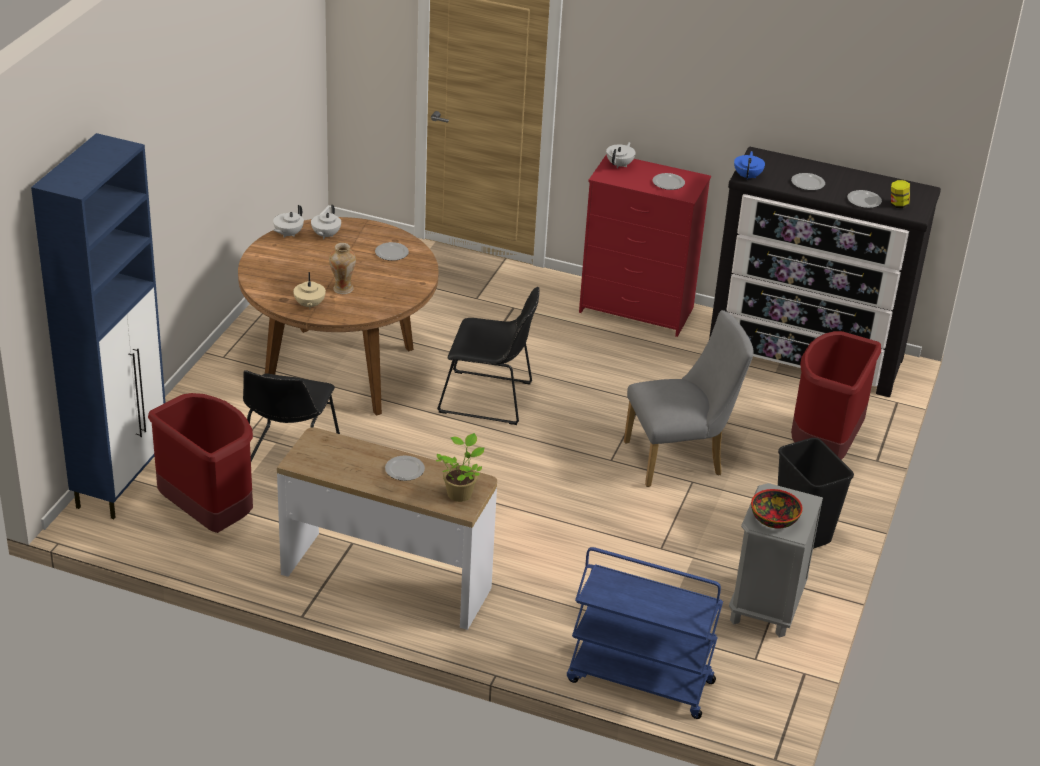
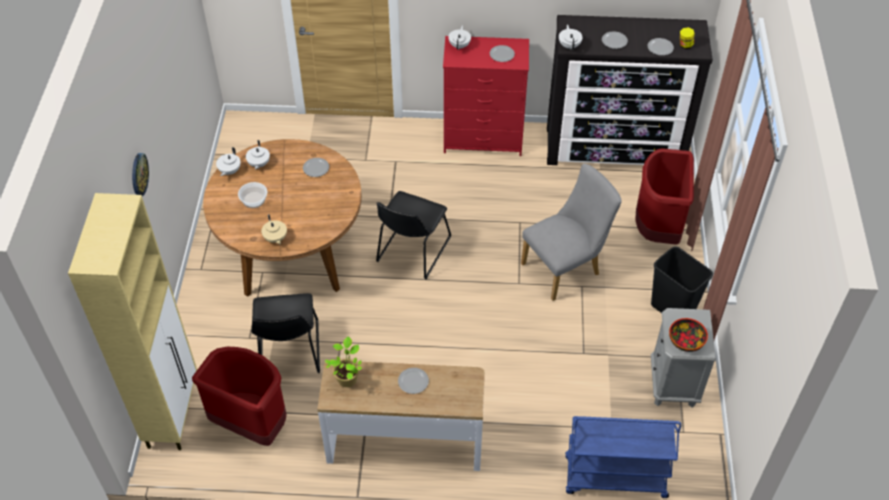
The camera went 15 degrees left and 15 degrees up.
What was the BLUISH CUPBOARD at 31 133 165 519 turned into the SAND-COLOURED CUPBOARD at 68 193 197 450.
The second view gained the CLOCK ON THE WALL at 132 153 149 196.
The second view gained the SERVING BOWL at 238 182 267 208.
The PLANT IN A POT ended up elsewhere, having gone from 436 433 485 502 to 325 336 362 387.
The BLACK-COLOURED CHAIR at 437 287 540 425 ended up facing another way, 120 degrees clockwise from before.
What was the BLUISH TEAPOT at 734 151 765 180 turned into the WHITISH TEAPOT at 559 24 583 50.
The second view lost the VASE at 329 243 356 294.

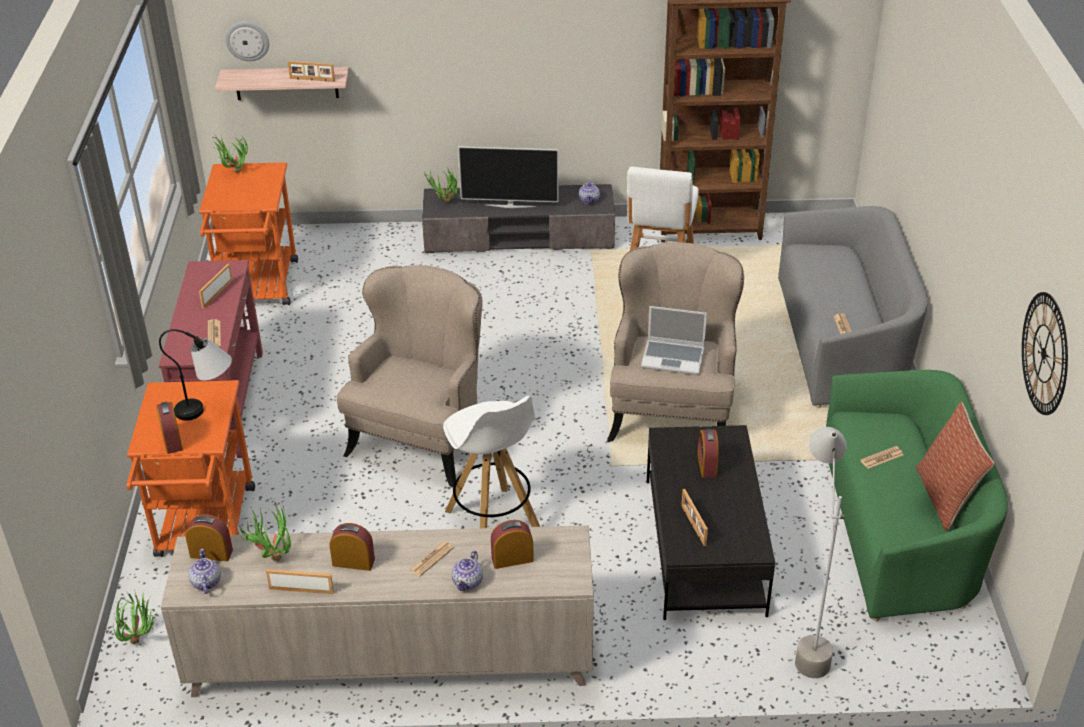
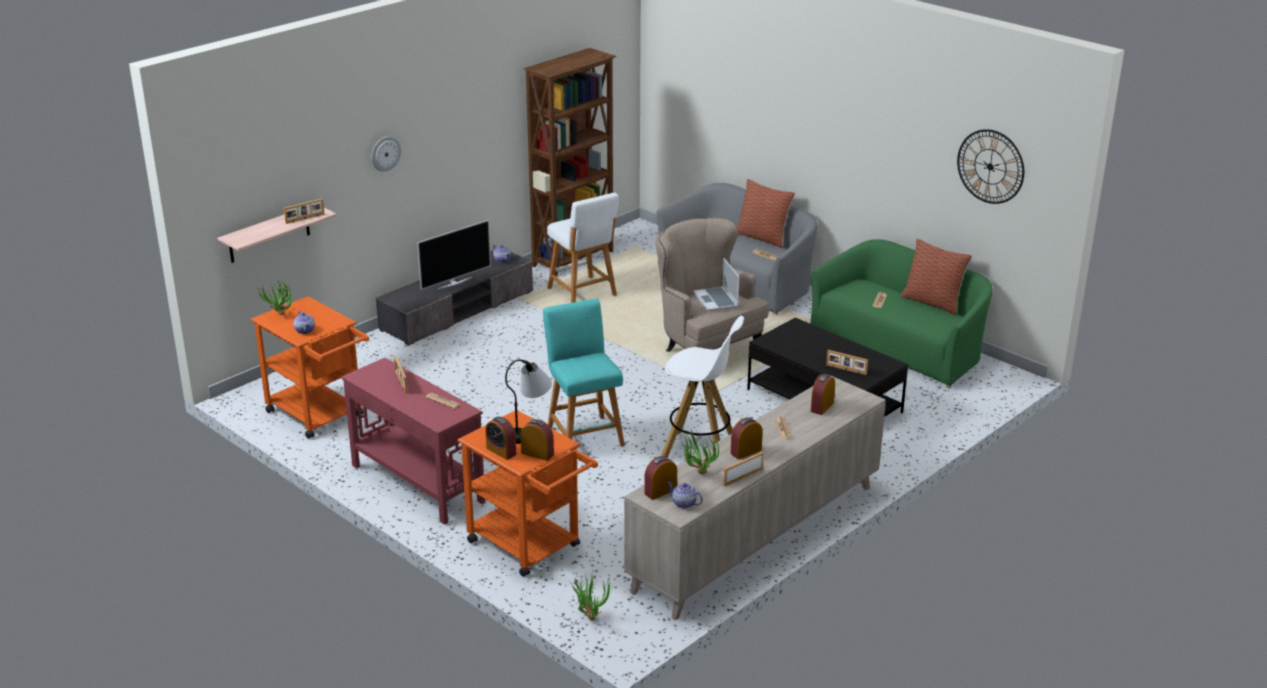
The camera went 45 degrees left and 10 degrees down.
The TEAPOT ended up elsewhere, having gone from 452 551 483 591 to 294 311 315 334.
The CLOCK ON THE WALL ended up elsewhere, having gone from 225 22 269 61 to 372 136 401 172.
The TABLE CLOCK ended up elsewhere, having gone from 697 429 719 478 to 486 417 516 460.
Where the SAND-COLOURED ARMCHAIR stood at 337 265 482 487, the TURQUOISE-COLOURED STOOL came to stand at 543 299 625 447.
The PORTABLE COMPUTER at 641 306 707 375 ended up facing another way, 105 degrees clockwise from before.
The second view gained the PILLOW at 737 179 795 248.
The second view lost the PLANT IN A POT at 424 167 457 203.
The second view lost the GRAY FLOOR LAMP at 795 427 847 678.

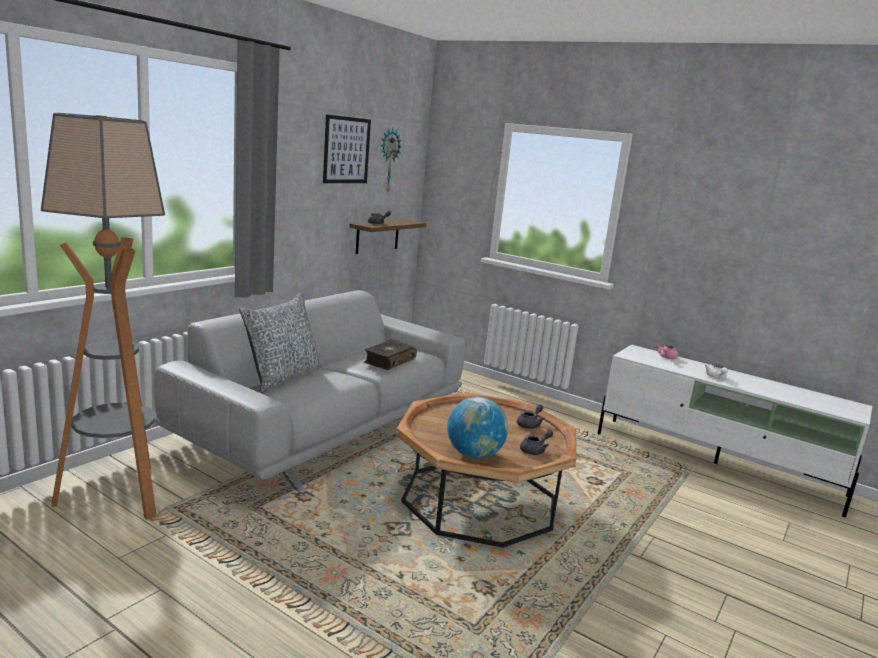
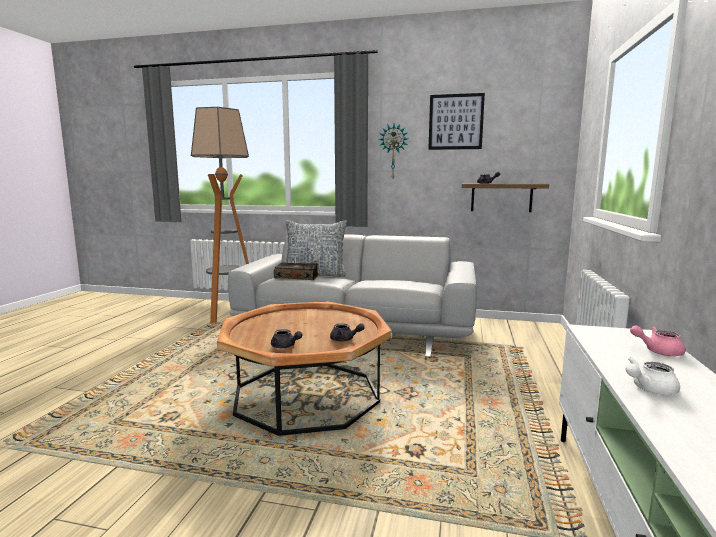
The camera went 70 degrees right and 5 degrees down.
The BOUND BOOK ended up elsewhere, having gone from 363 339 417 370 to 274 262 319 280.
The CLOCK ON THE WALL ended up elsewhere, having gone from 380 128 402 191 to 379 124 408 178.
The second view lost the DESK GLOBE at 447 397 508 459.

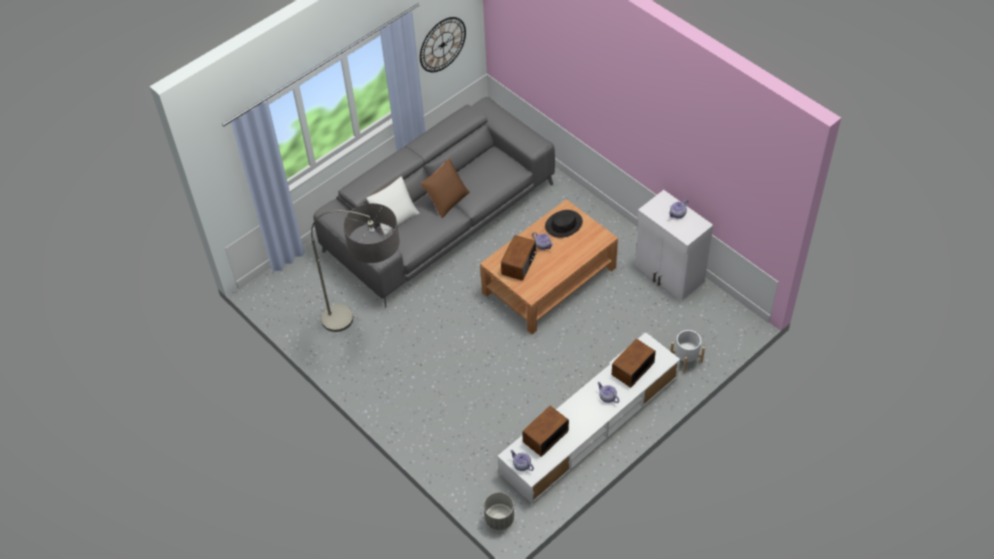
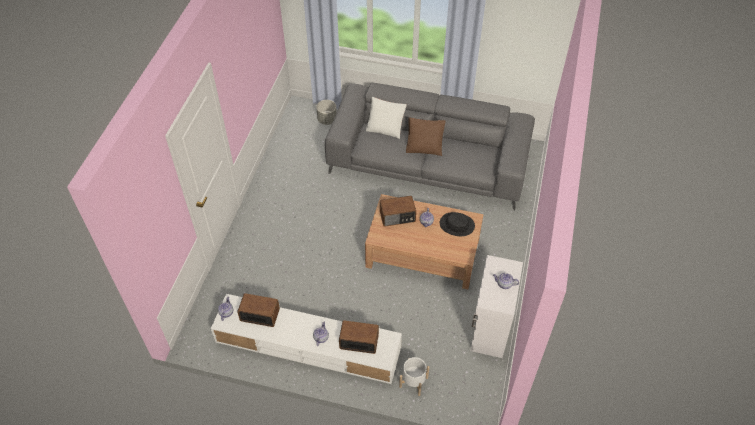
The camera went 55 degrees right and 0 degrees up.
The GRAY FLOWER POT ended up elsewhere, having gone from 484 492 514 530 to 316 100 337 125.
The second view lost the FLOOR LAMP at 311 203 400 332.
The second view lost the CLOCK ON THE WALL at 420 17 466 72.

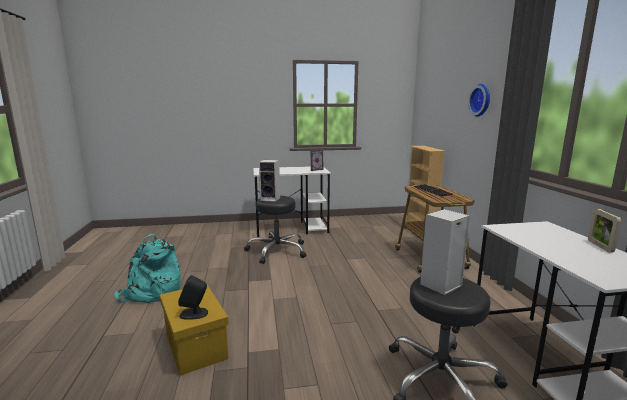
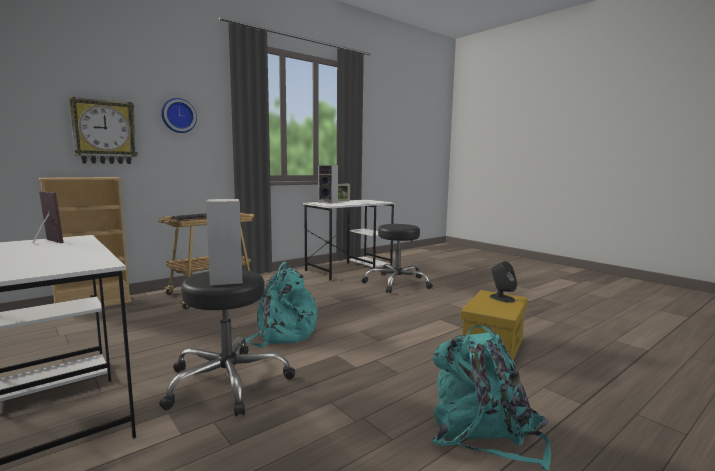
The camera went 120 degrees left and 5 degrees down.
The second view gained the CLOCK ON THE WALL at 69 97 138 164.
The second view gained the TURQUOISE-COLOURED BACKPACK at 245 261 317 347.
The SPEAKER ended up elsewhere, having gone from 420 209 470 295 to 318 165 338 203.

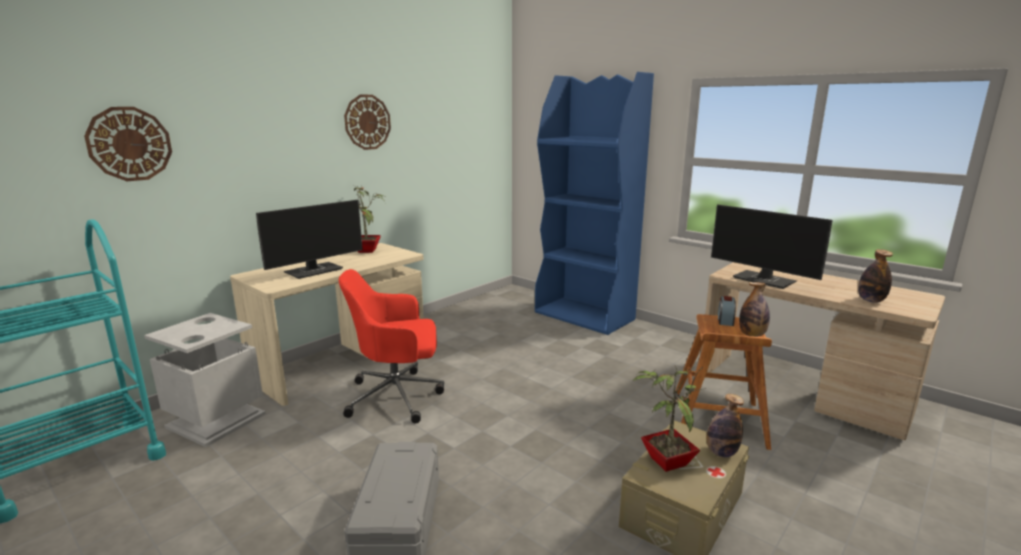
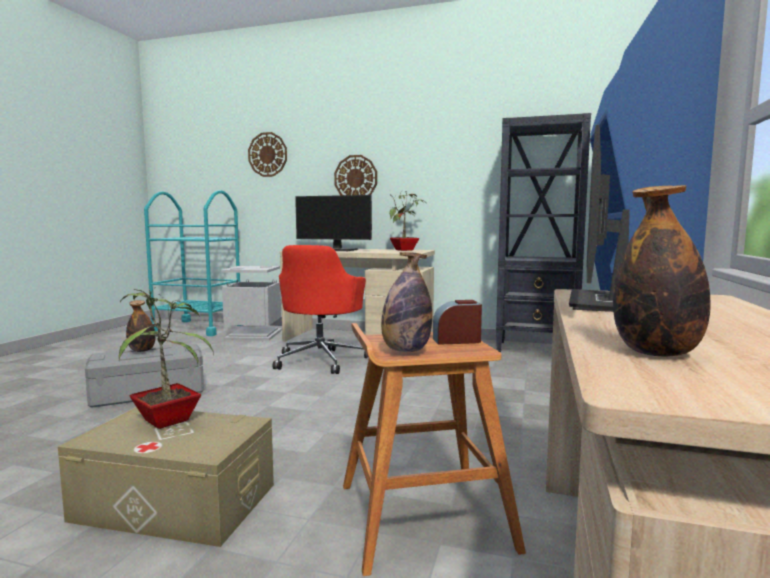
The camera went 65 degrees right and 10 degrees down.
The BEVERAGE BOTTLE ended up elsewhere, having gone from 707 394 744 457 to 126 300 155 352.
The RED OFFICE CHAIR at 339 269 444 423 ended up facing another way, 135 degrees counterclockwise from before.
The CLOCK ON THE WALL ended up elsewhere, having gone from 344 95 391 150 to 334 155 377 195.
The second view gained the BLACK-COLOURED BOOKCASE at 496 113 591 353.

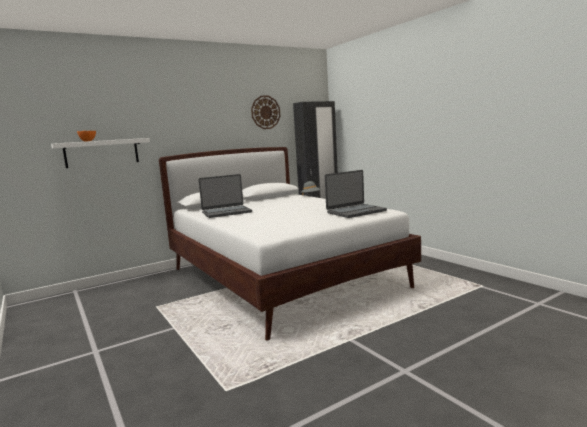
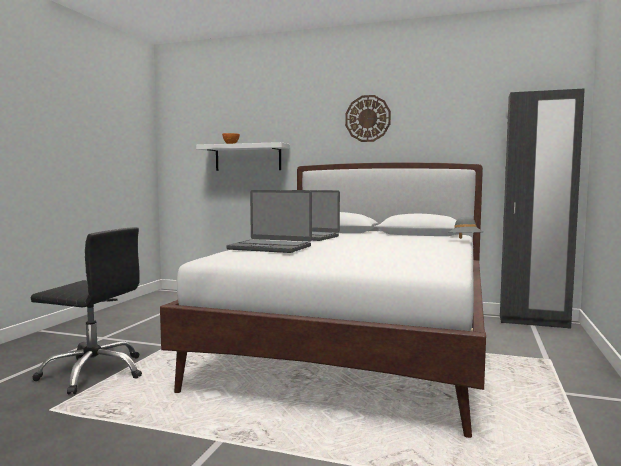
The camera went 50 degrees right and 5 degrees down.
The second view gained the BLACK-COLOURED OFFICE CHAIR at 31 227 142 395.
The PORTABLE COMPUTER ended up elsewhere, having gone from 325 170 387 218 to 226 190 312 253.
The CLOCK ON THE WALL ended up elsewhere, having gone from 251 96 280 129 to 345 95 391 142.

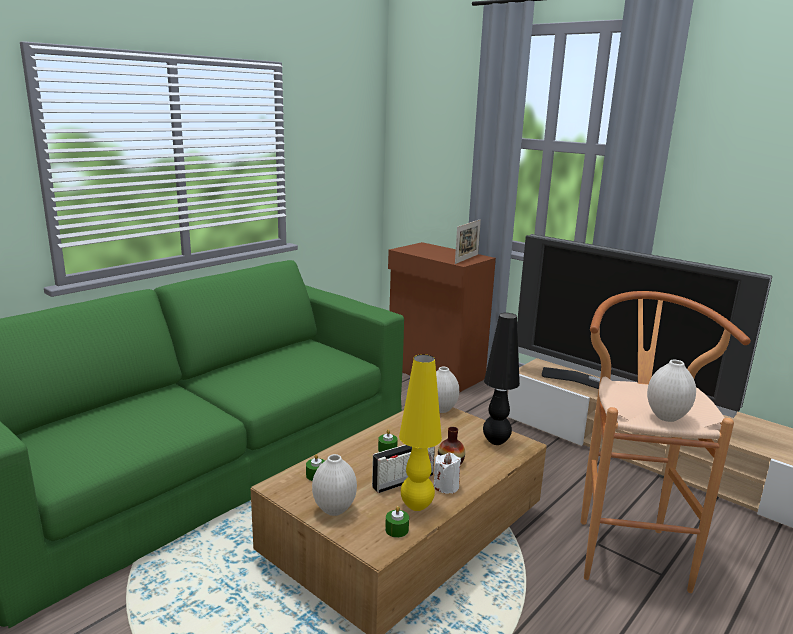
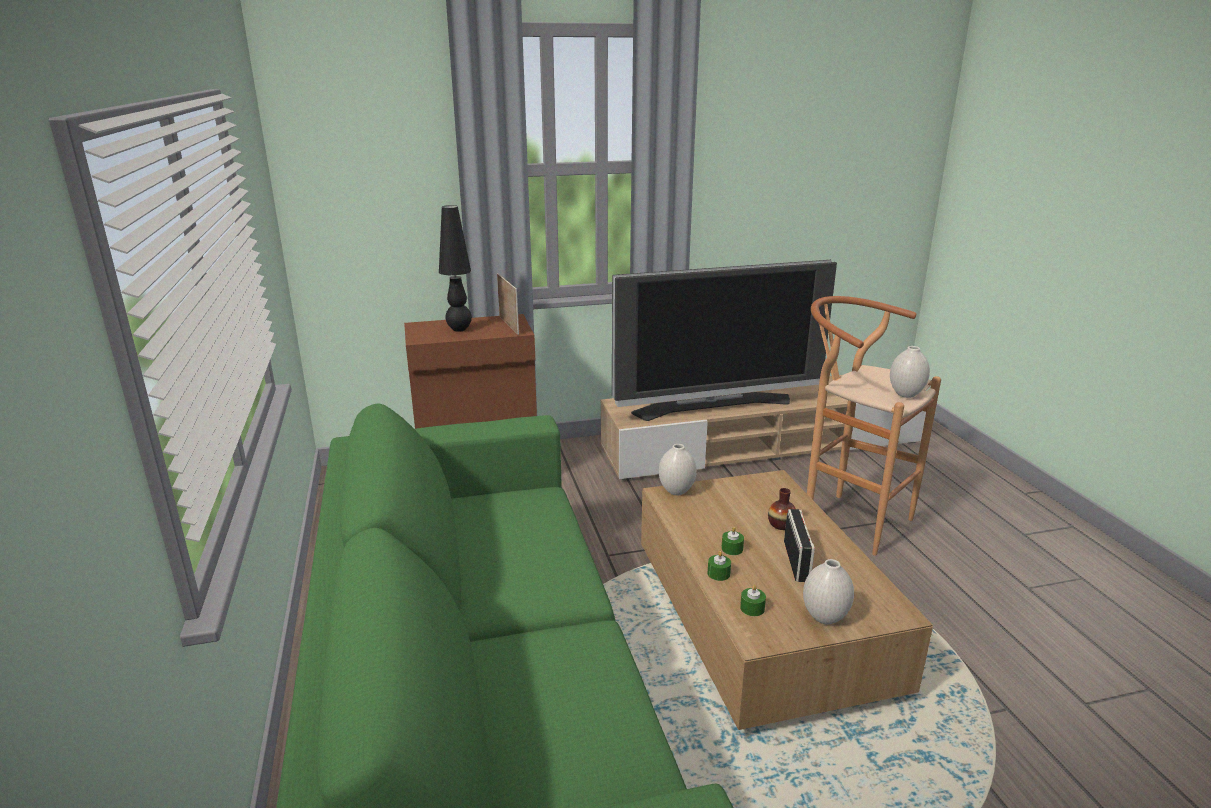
The camera went 55 degrees left and 5 degrees up.
The BLACK-COLOURED TABLE LAMP ended up elsewhere, having gone from 483 313 520 445 to 439 205 472 332.
The GREEN-COLOURED WAX LIGHT ended up elsewhere, having gone from 385 506 409 538 to 708 551 731 581.
The second view lost the YELLOW TABLE LAMP at 399 354 442 511.
The second view lost the WHITISH WAX LIGHT at 434 453 461 494.

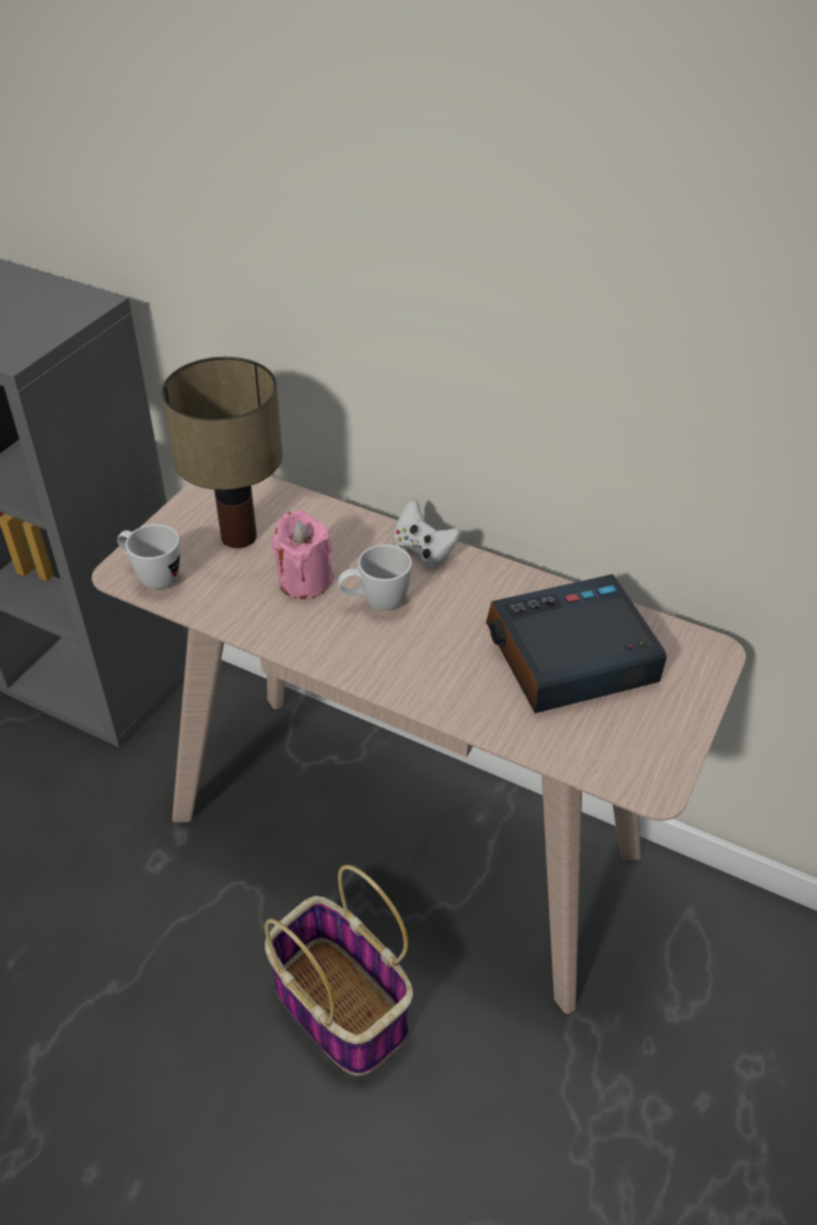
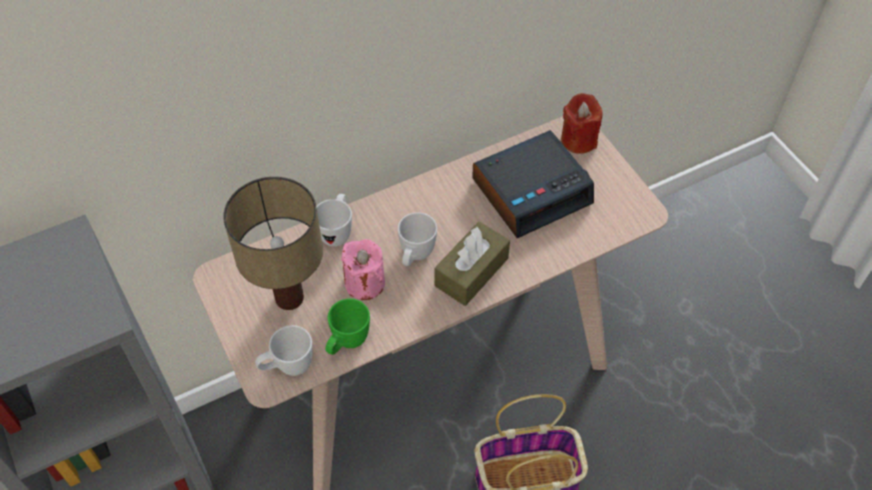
The camera went 55 degrees left and 10 degrees up.
The second view gained the WHITISH TEA MUG at 316 194 352 247.
The second view gained the GREEN-COLOURED TEA MUG at 325 299 370 355.
The second view gained the BROWNISH TISSUE HOLDER at 435 221 510 306.
The TABLE CLOCK at 486 574 667 713 ended up facing another way, 135 degrees counterclockwise from before.
The second view gained the RED WAX LIGHT at 561 93 602 154.
The second view lost the WHITISH JOYPAD at 393 499 462 567.

